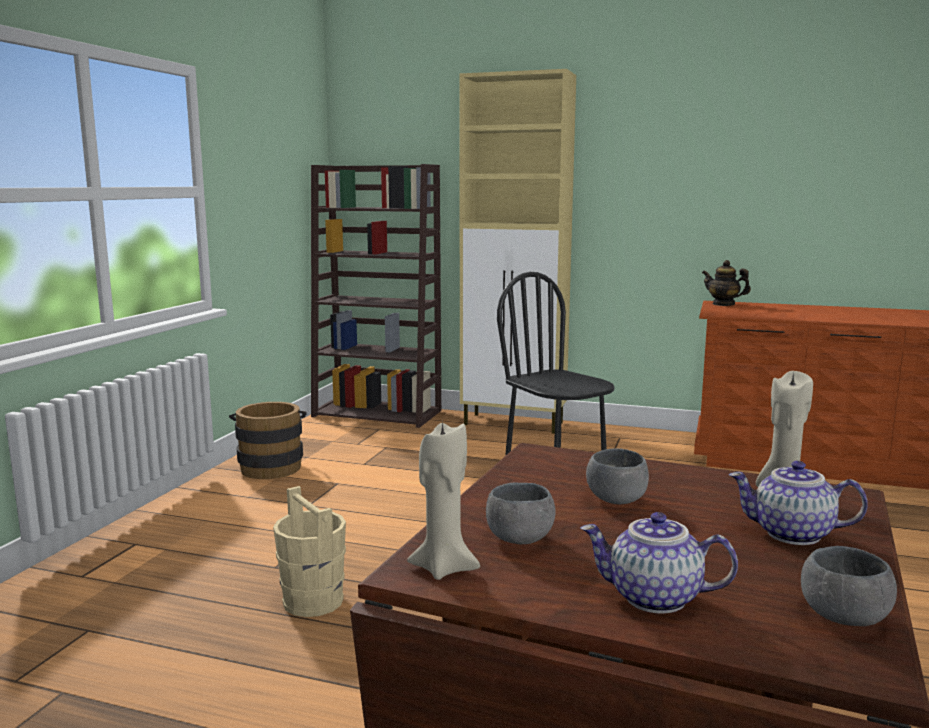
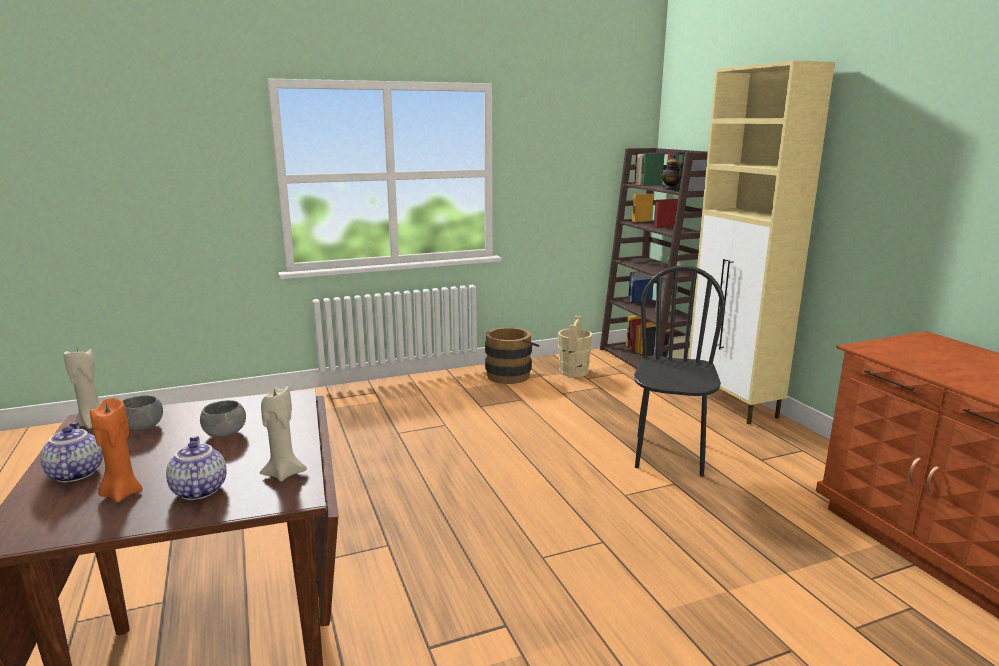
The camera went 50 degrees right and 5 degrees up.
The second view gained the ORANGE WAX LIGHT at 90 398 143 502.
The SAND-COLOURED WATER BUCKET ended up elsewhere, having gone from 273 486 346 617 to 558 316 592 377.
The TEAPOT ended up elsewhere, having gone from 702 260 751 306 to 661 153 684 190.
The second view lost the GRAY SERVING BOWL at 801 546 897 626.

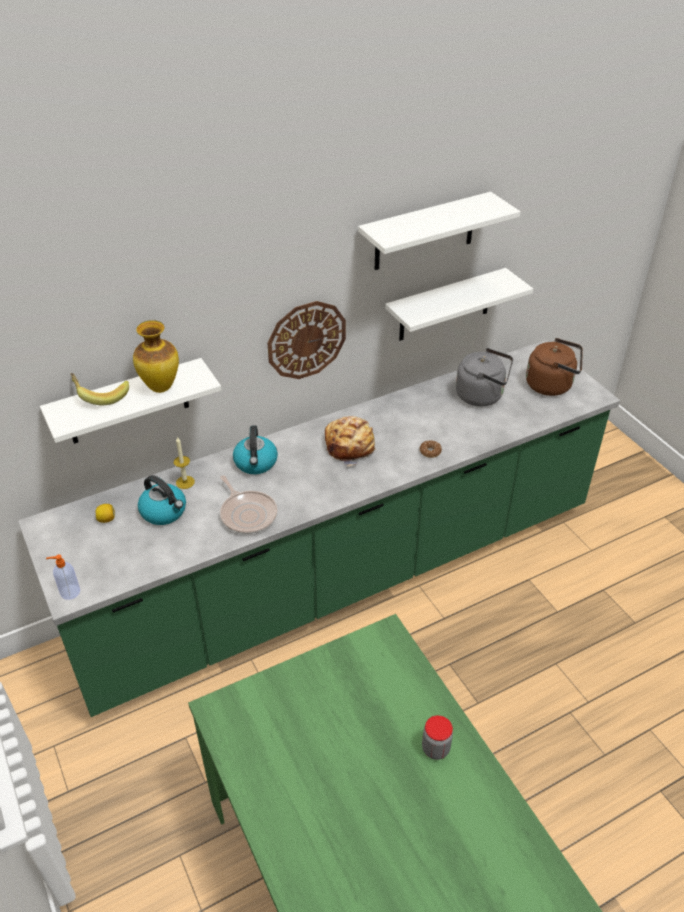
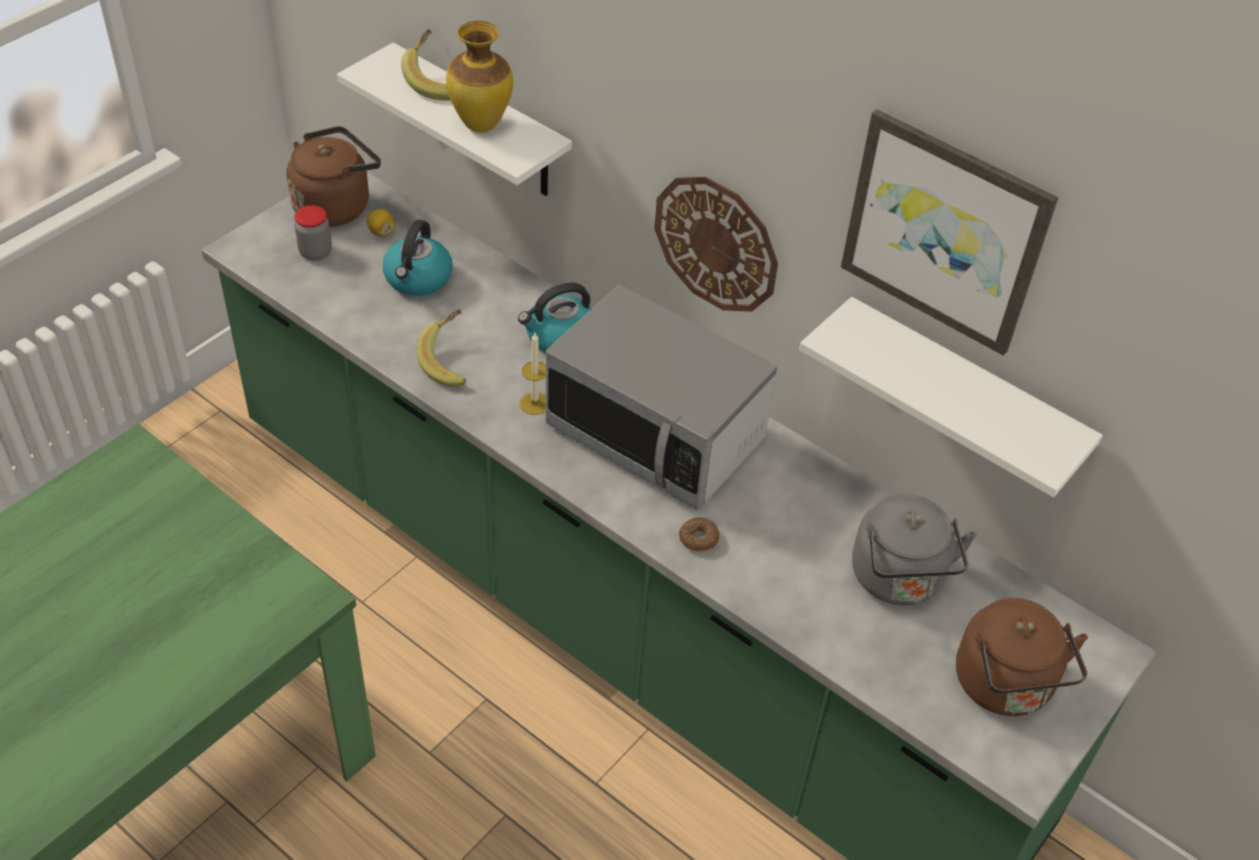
The camera went 65 degrees right and 5 degrees up.
The second view gained the BROWNISH KETTLE at 287 126 381 227.
The PRESERVE JAR ended up elsewhere, having gone from 422 715 453 760 to 294 205 332 261.
Where the PAN stood at 220 475 277 534, the WHOLE BANANA came to stand at 416 309 466 387.
The WAX LIGHT ended up elsewhere, having gone from 174 437 195 489 to 520 333 546 415.
Where the BAKERY BREAD stood at 325 416 377 467, the MICROWAVE OVEN came to stand at 545 284 777 510.
Where the WHITISH SHELF hung at 358 192 520 270, the WALL ART came to hang at 841 109 1058 356.
The second view lost the SOAP DISPENSER at 46 555 80 600.

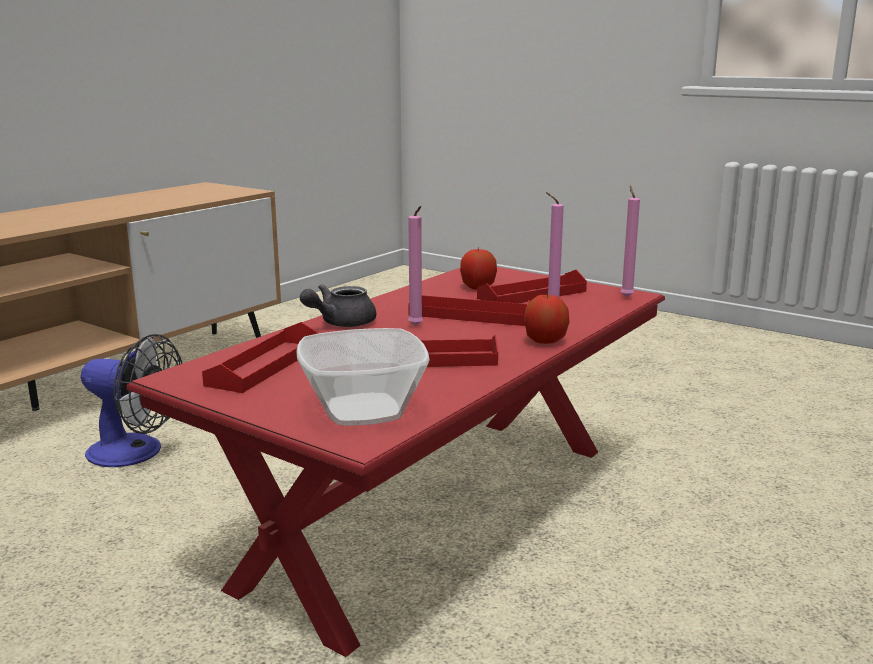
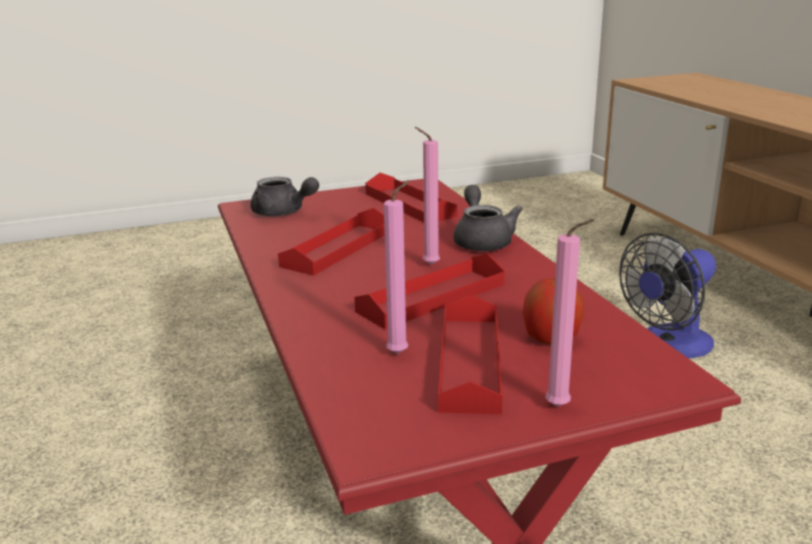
The camera went 125 degrees right and 5 degrees up.
Where the SERVING BOWL stood at 296 328 430 426, the GRAY TEAPOT came to stand at 250 177 319 216.
The PINK WAX LIGHT ended up elsewhere, having gone from 621 185 640 297 to 545 219 594 407.
The second view lost the APPLE FRUIT at 524 294 569 344.

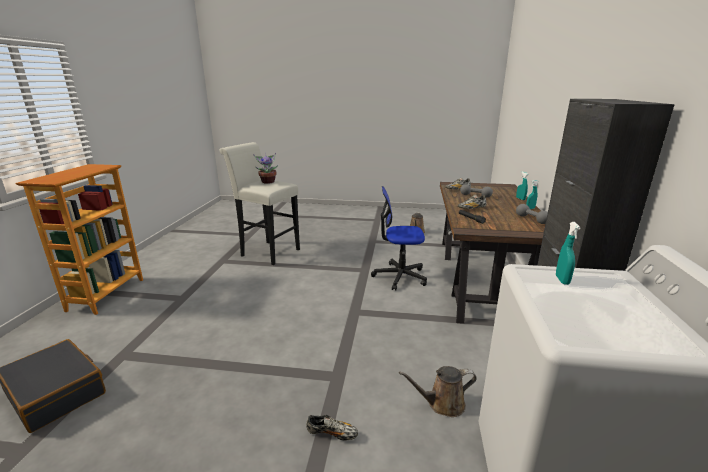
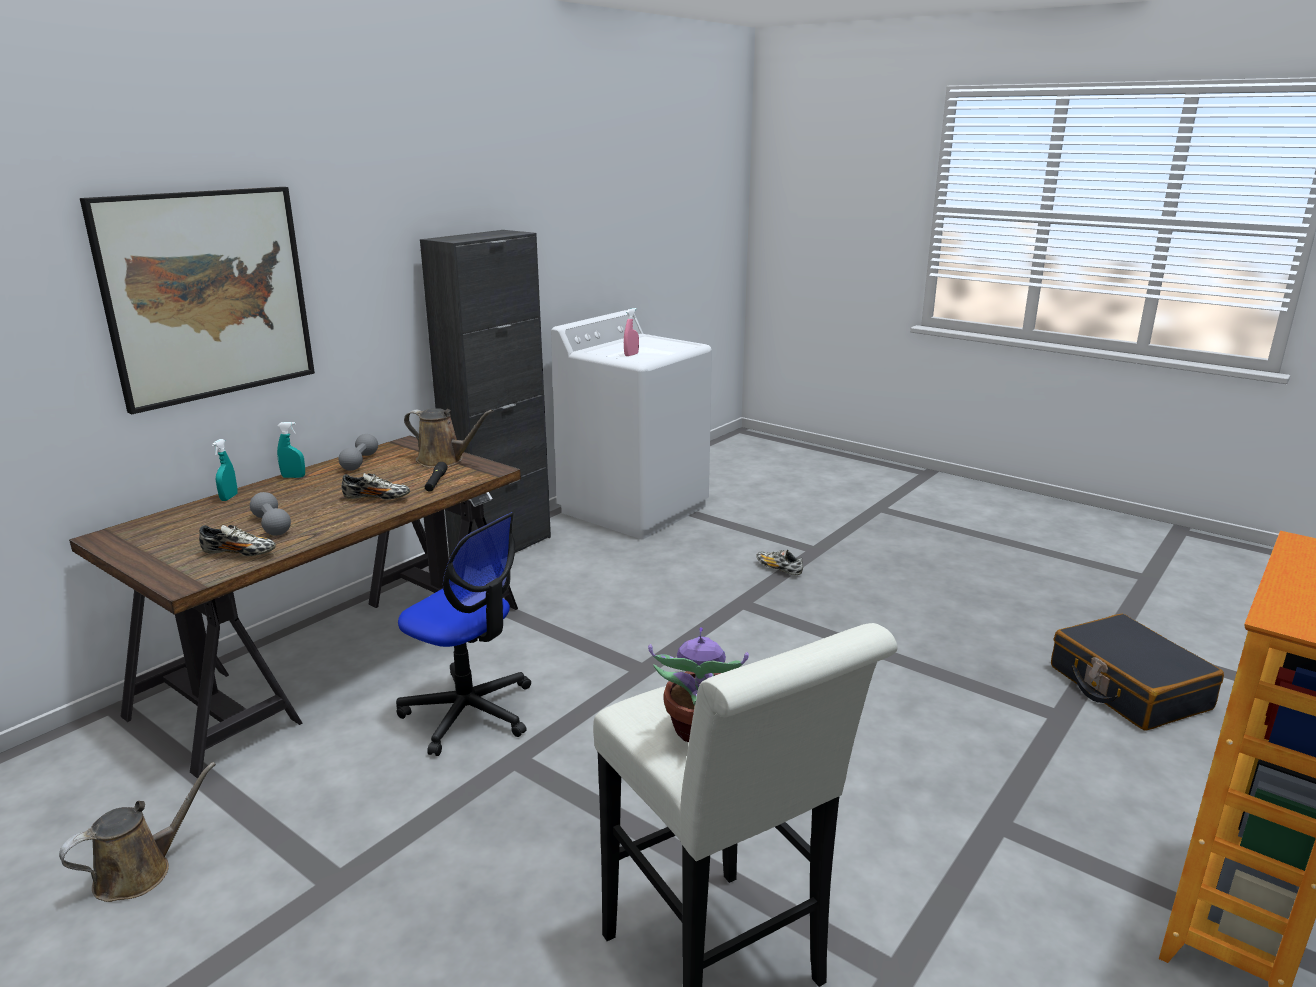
The camera went 150 degrees left and 0 degrees up.
The second view gained the WALL ART at 80 187 315 414.
The BROWNISH WATERING CAN ended up elsewhere, having gone from 399 366 477 417 to 404 408 493 468.
What was the TURQUOISE-COLOURED SPRAYER at 556 222 580 285 turned into the PINK SPRAYER at 624 308 639 356.

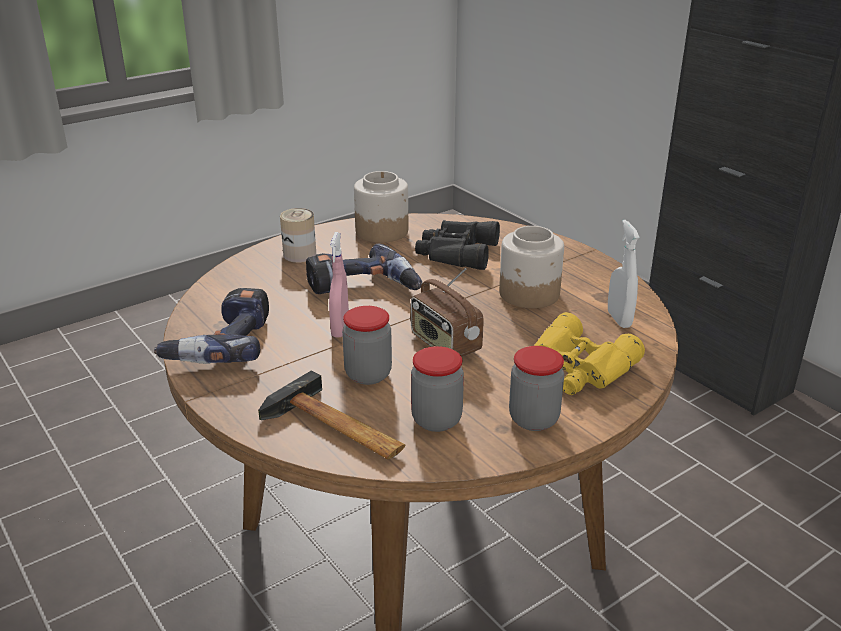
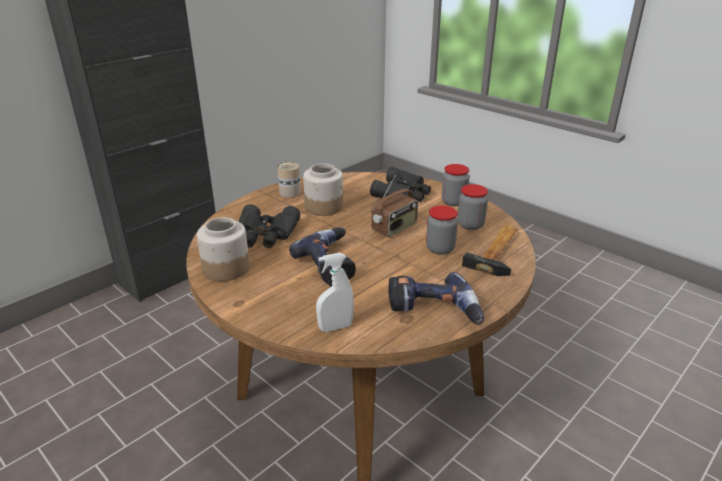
The camera went 100 degrees left and 0 degrees up.
The METAL CAN ended up elsewhere, having gone from 280 208 316 263 to 277 162 301 198.
The WHITISH SPRAYER ended up elsewhere, having gone from 608 220 640 328 to 316 253 354 332.
What was the YELLOW BINOCULARS at 534 312 645 395 turned into the BLACK-COLOURED BINOCULARS at 370 167 431 202.
The second view lost the PINK SPRAYER at 329 232 349 337.

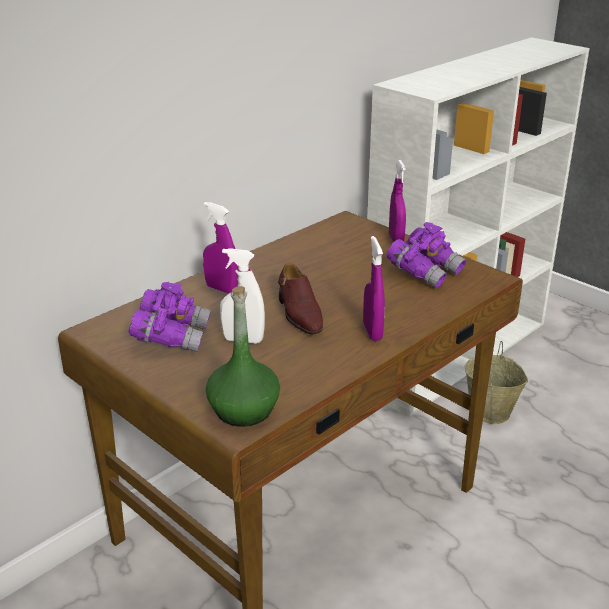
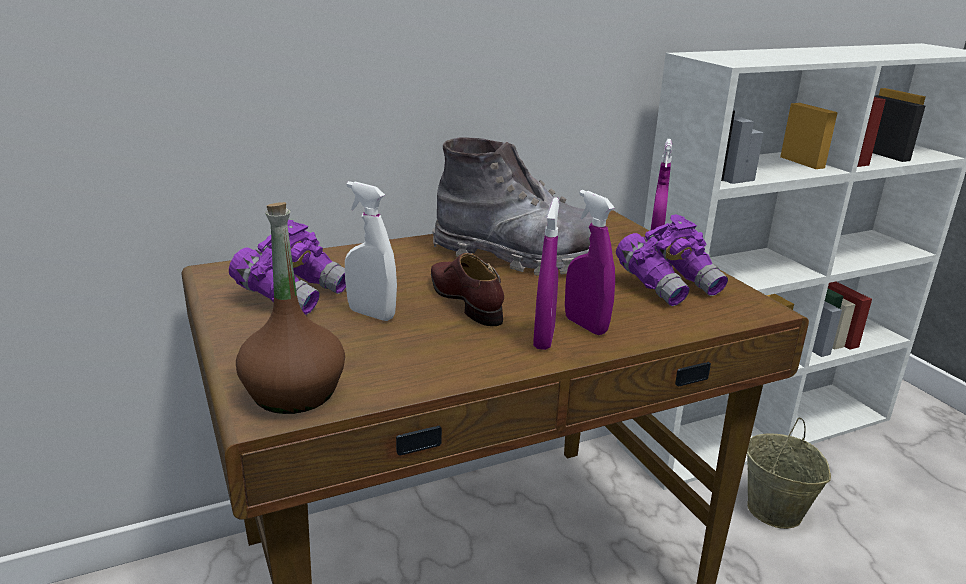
The camera went 20 degrees right and 5 degrees down.
What was the GREEN-COLOURED BEVERAGE BOTTLE at 206 286 280 427 turned into the BROWNISH BEVERAGE BOTTLE at 236 202 345 414.
The BROWNISH ITEM OF FOOTWEAR at 278 263 323 335 ended up facing another way, 150 degrees clockwise from before.
The second view gained the GRAY BOOT at 432 137 593 275.
The PURPLE-COLOURED SPRAYER ended up elsewhere, having gone from 203 202 238 294 to 565 190 615 335.

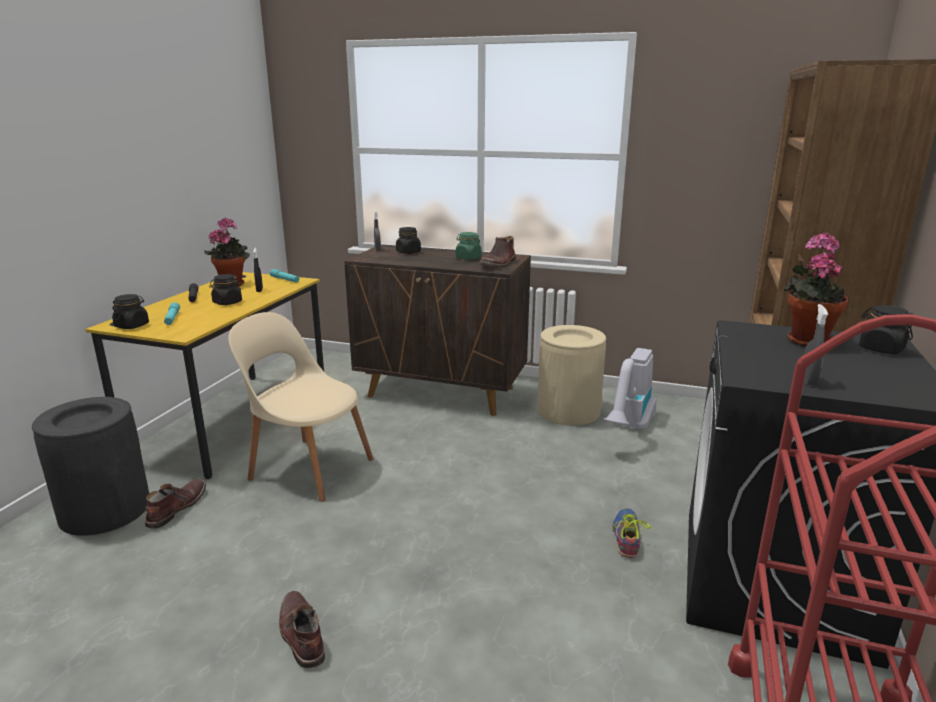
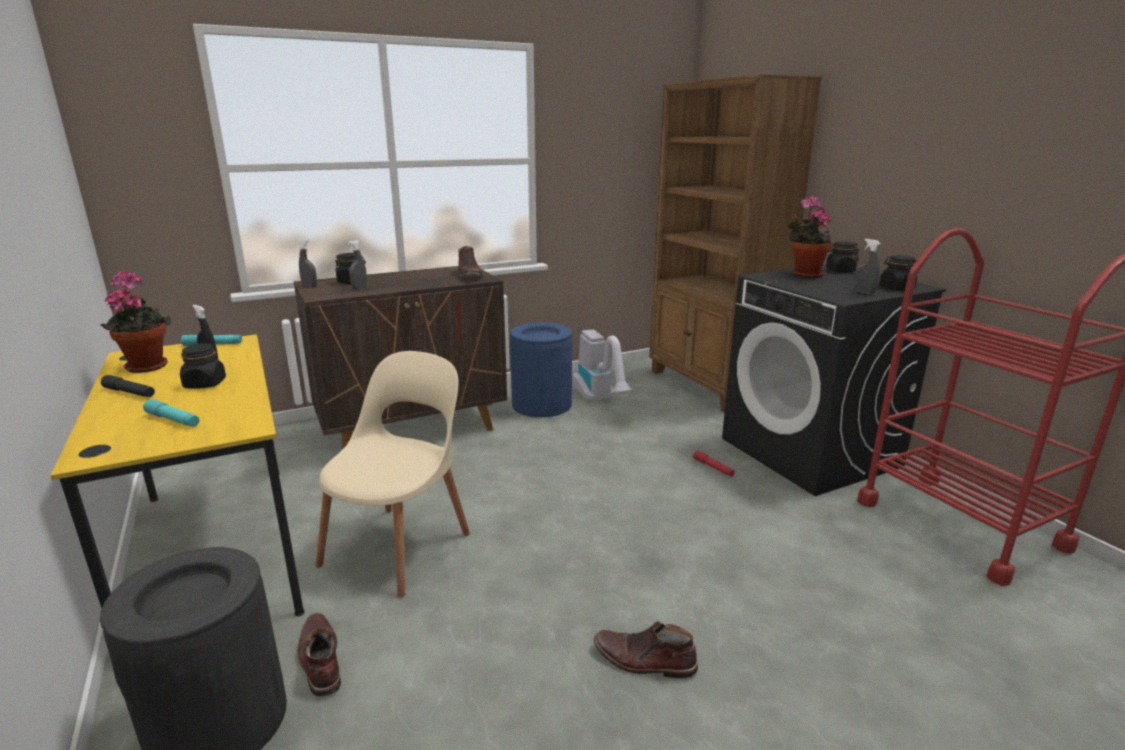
The camera went 45 degrees left and 0 degrees up.
The SAND-COLOURED CHAIR at 229 312 374 502 ended up facing another way, 135 degrees clockwise from before.
The second view gained the GRAY SPRAYER at 348 240 367 289.
What was the SAND-COLOURED TRASH CAN at 537 325 606 426 turned into the BLUISH TRASH CAN at 510 323 572 417.
Where the ITEM OF FOOTWEAR stood at 612 508 651 558, the RED HAND TORCH came to stand at 693 450 735 477.
The BLACK-COLOURED PRESERVE JAR ended up elsewhere, having gone from 112 294 149 329 to 879 255 917 290.
The second view lost the GREEN-COLOURED PRESERVE JAR at 456 232 482 260.

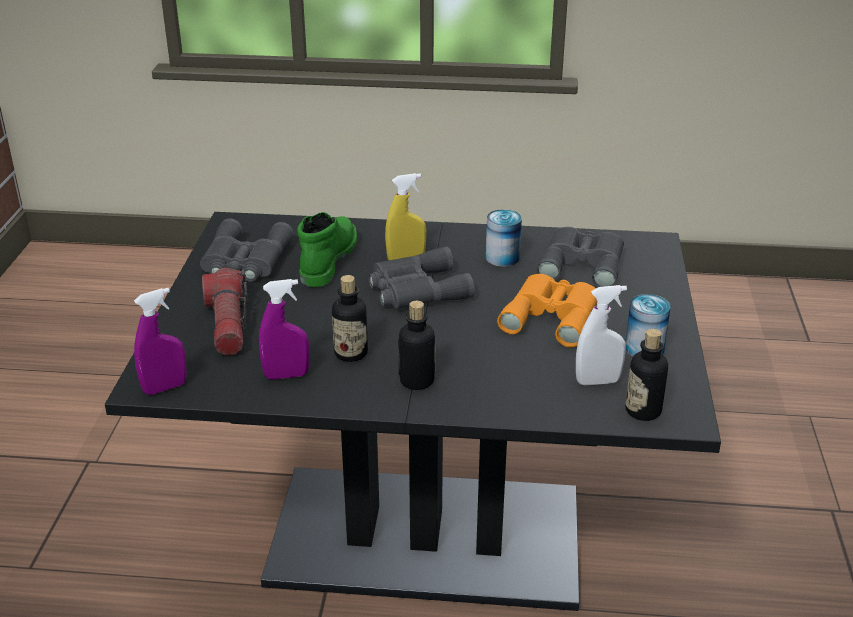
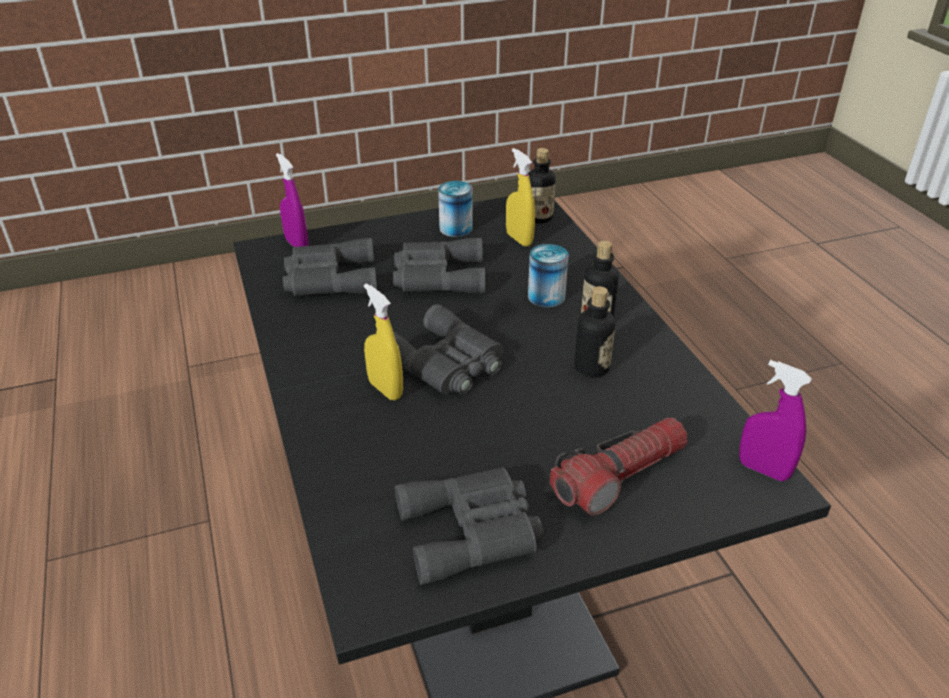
The camera went 115 degrees left and 5 degrees up.
The PURPLE-COLOURED SPRAYER ended up elsewhere, having gone from 259 279 309 380 to 276 153 308 247.
What was the ORANGE BINOCULARS at 497 274 597 347 turned into the GRAY BINOCULARS at 393 238 485 294.
What was the WHITISH SPRAYER at 576 285 627 386 turned into the YELLOW SPRAYER at 506 148 535 246.
The METAL CAN ended up elsewhere, having gone from 486 210 522 267 to 528 244 569 308.
The second view lost the GREEN-COLOURED BOOT at 297 212 357 287.

